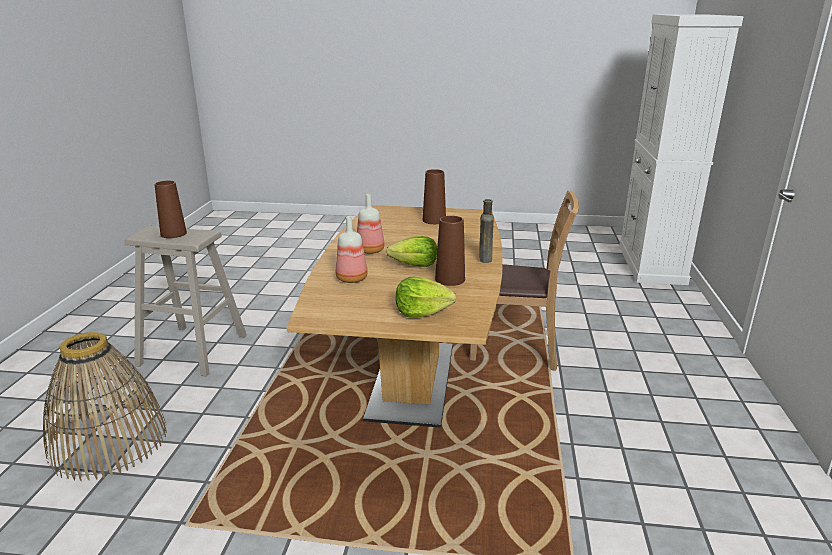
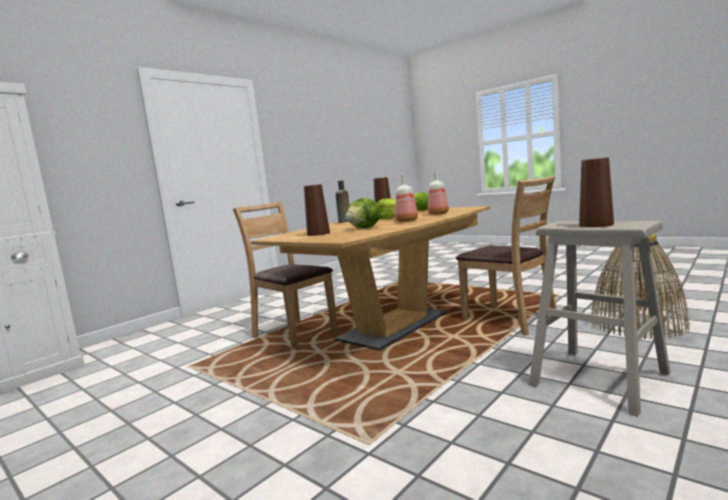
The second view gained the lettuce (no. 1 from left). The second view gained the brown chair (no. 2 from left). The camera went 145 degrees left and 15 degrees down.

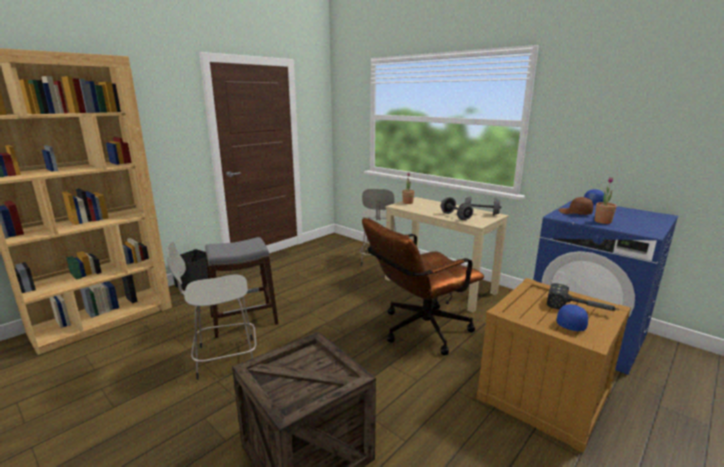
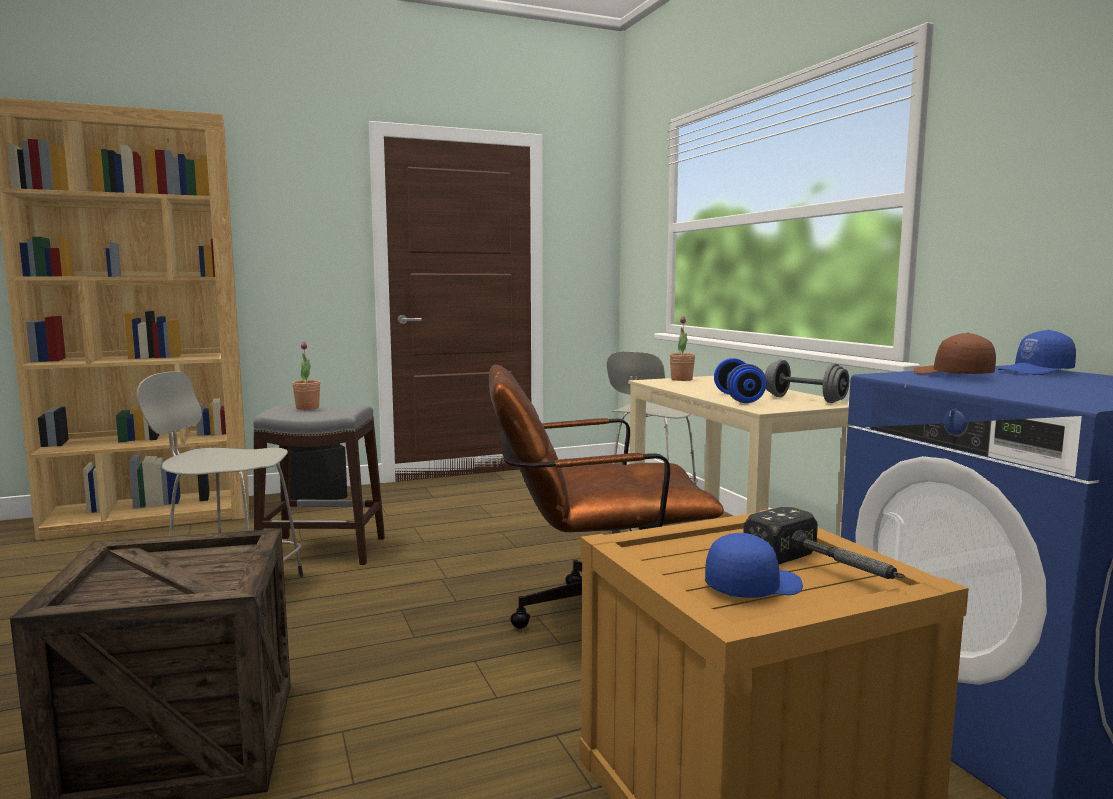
The potted plant (no. 2 from left in the first image) ended up elsewhere. What was the grey dumbbell (no. 1 from left) turned into the blue dumbbell. The camera went 25 degrees right and 10 degrees down.

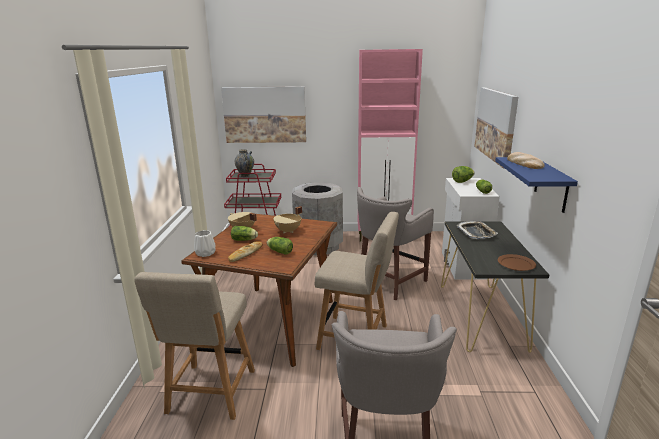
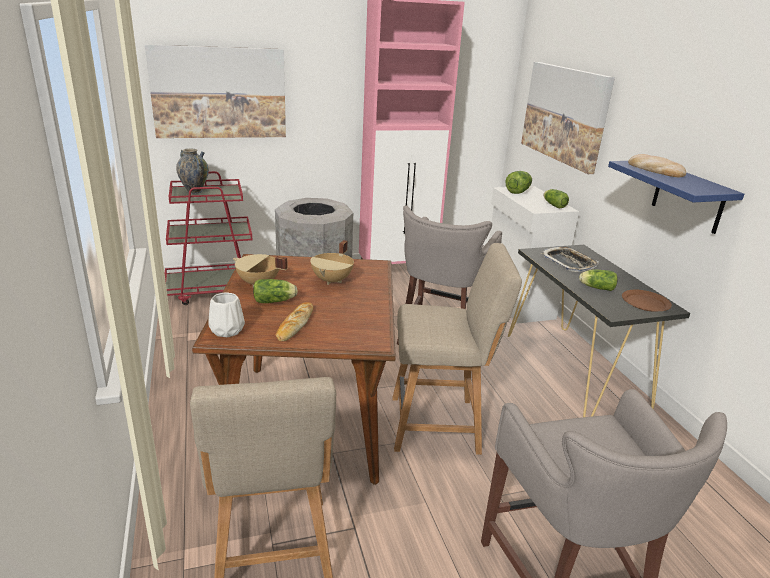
The lettuce (no. 2 from left in the first image) ended up elsewhere. The camera went 20 degrees left and 5 degrees up.

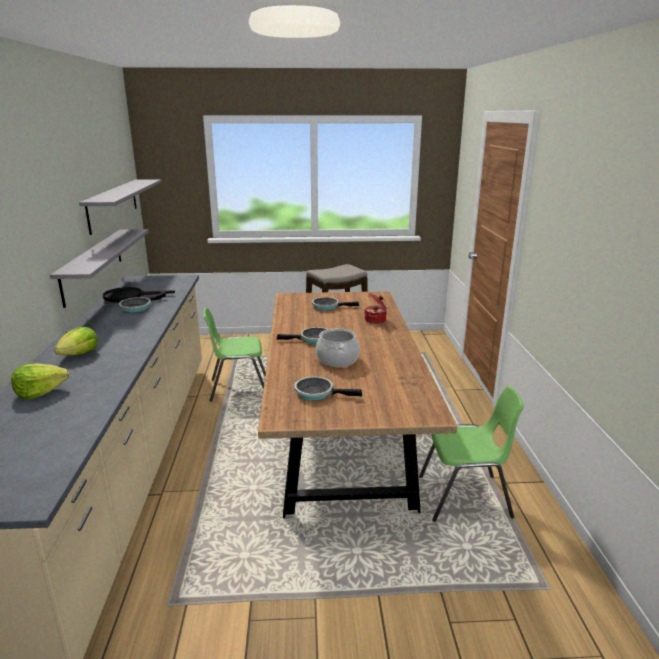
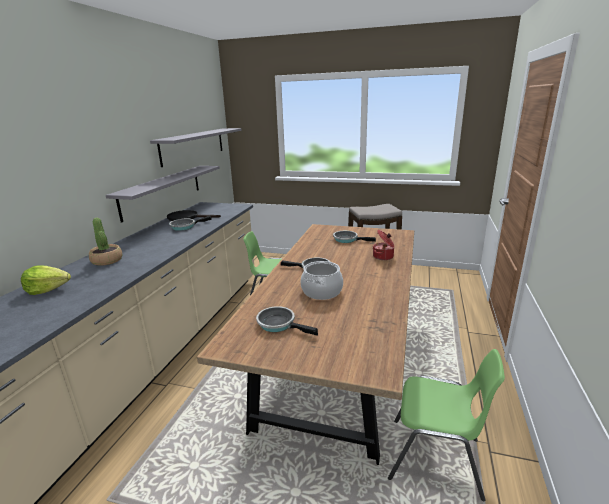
Where the lettuce (no. 2 from left) stood, the potted plant came to stand. The camera went 20 degrees right and 0 degrees up.

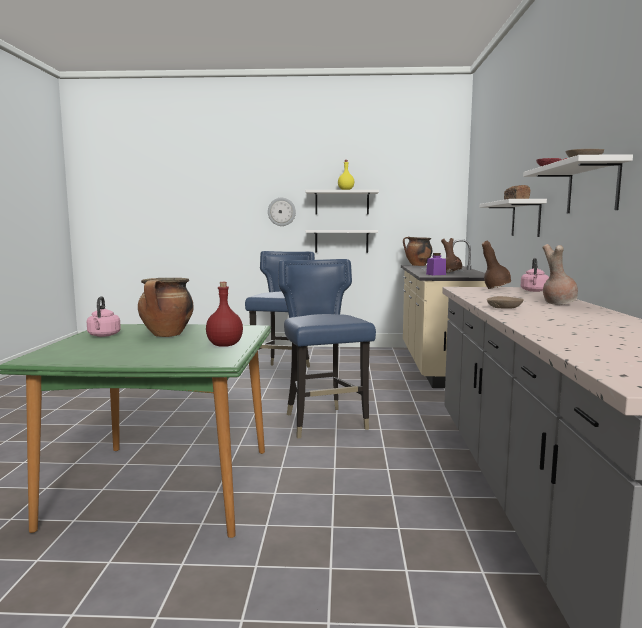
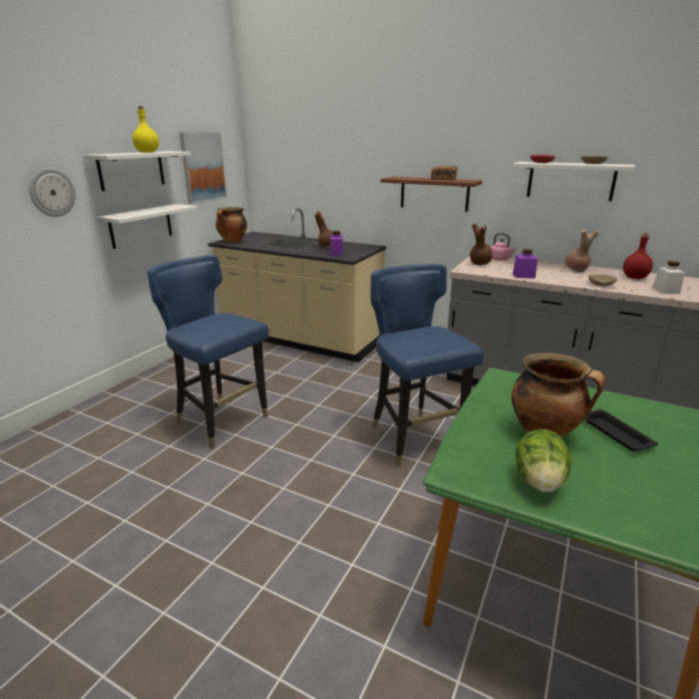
The second view gained the picture. The second view gained the purple jar (no. 2 from left). The second view gained the black tray. The second view gained the white jar. The red bottle ended up elsewhere. Where the pink kettle (no. 1 from left) stood, the lettuce came to stand. What was the white shelf (no. 3 from left) turned into the brown shelf. The blue chair (no. 2 from left) ended up facing another way, 60 degrees clockwise from before. The camera went 65 degrees left and 15 degrees up.

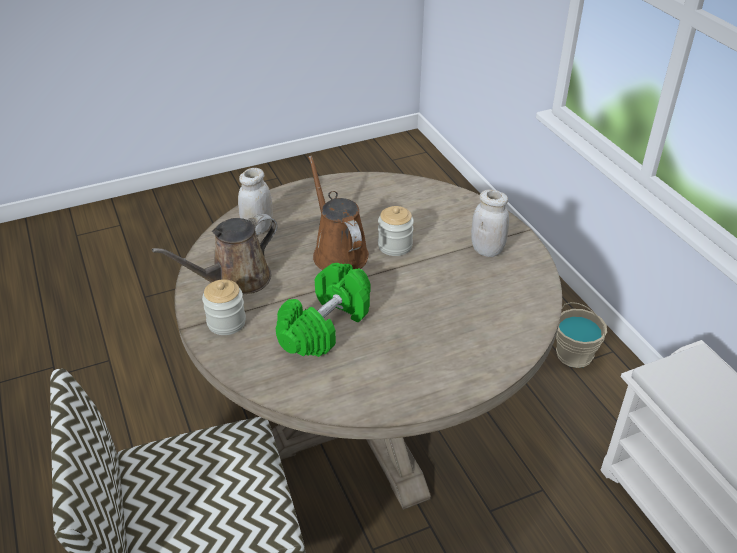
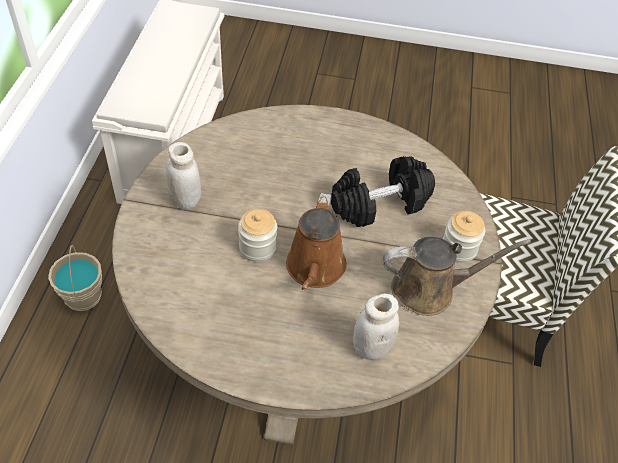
What was the green dumbbell turned into the black dumbbell. The camera went 150 degrees left and 10 degrees up.

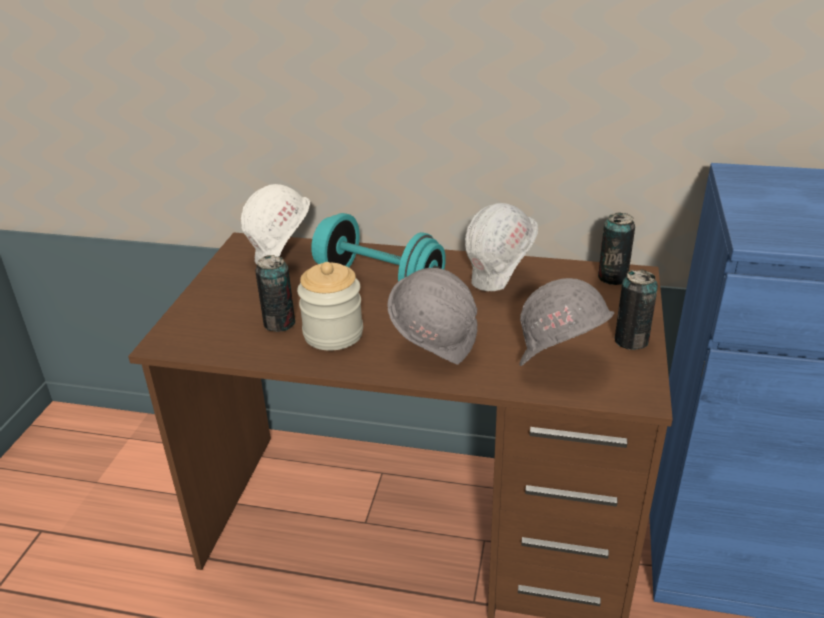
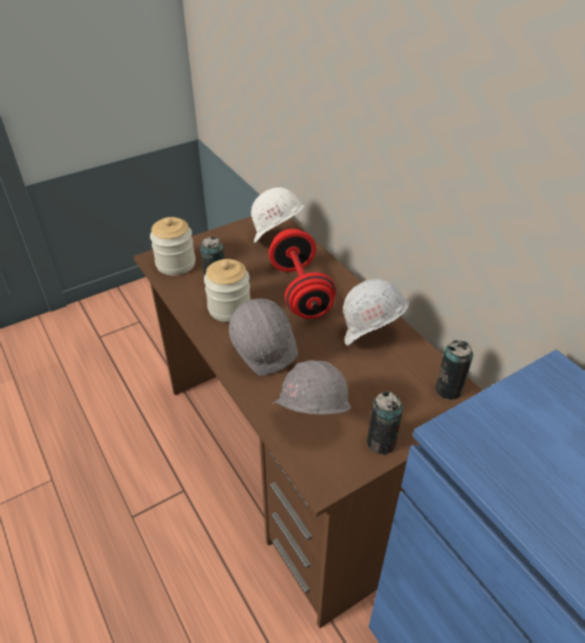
The second view gained the jar (no. 1 from left). What was the turquoise dumbbell turned into the red dumbbell. The camera went 45 degrees right and 10 degrees up.

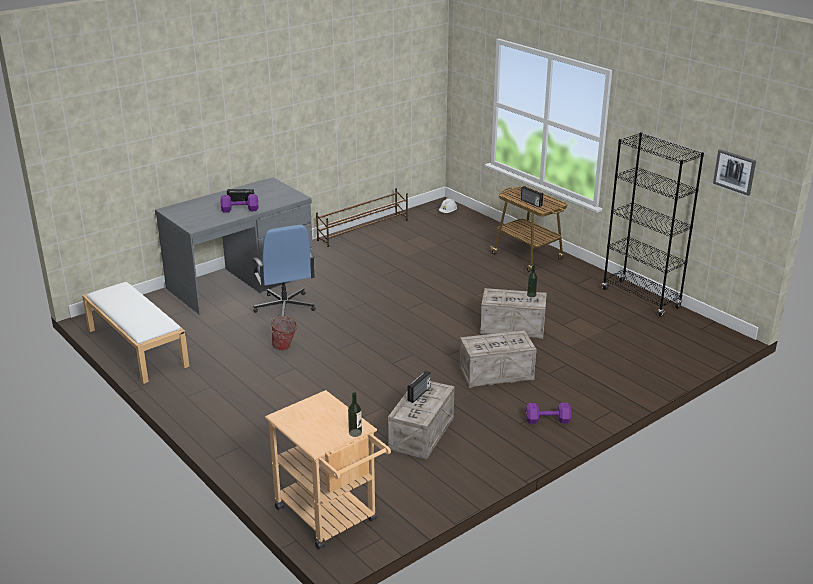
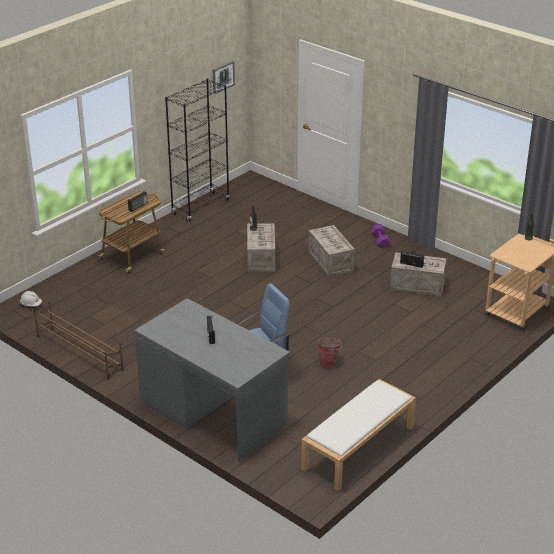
The second view lost the purple dumbbell (no. 1 from left). The camera went 100 degrees left and 5 degrees up.

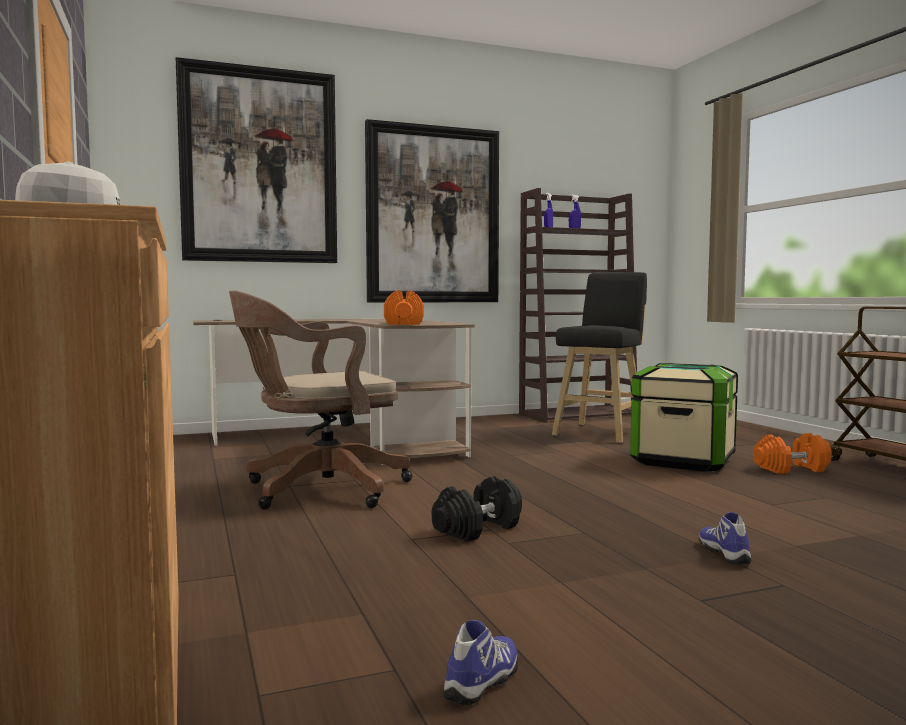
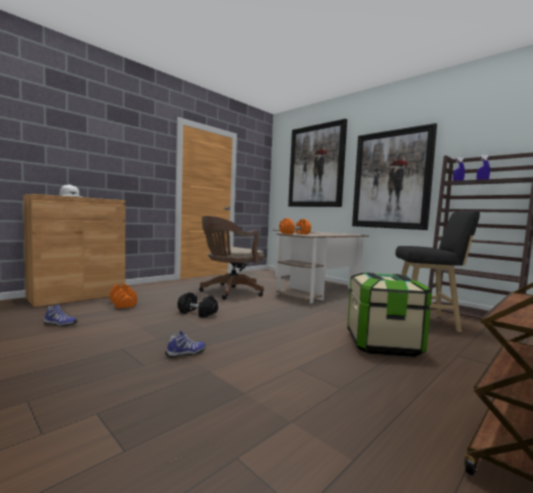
The orange dumbbell (no. 2 from left in the first image) ended up elsewhere. The brown office chair ended up facing another way, 90 degrees counterclockwise from before. The camera went 65 degrees right and 0 degrees up.

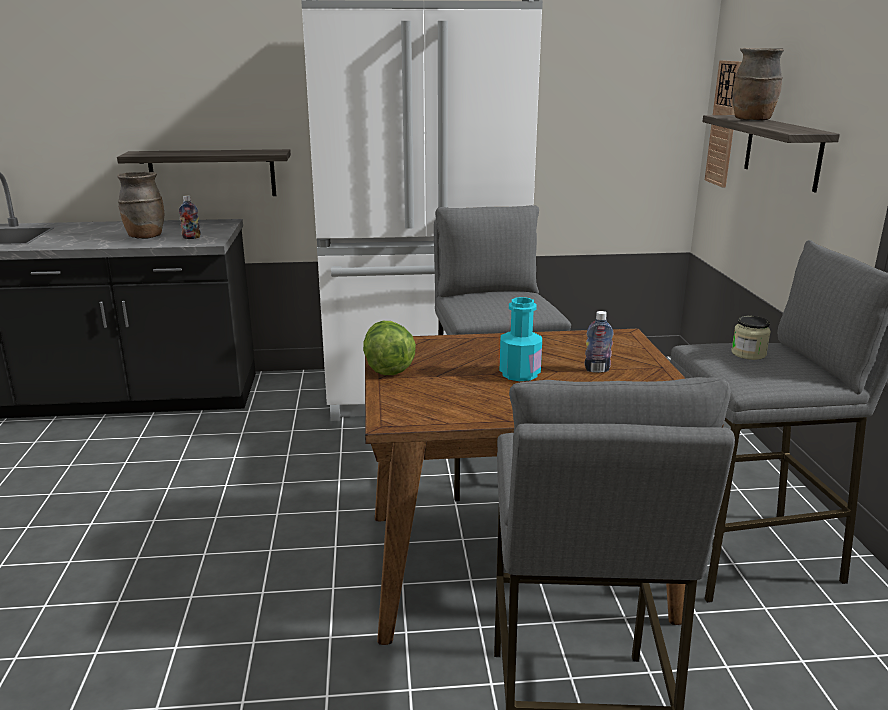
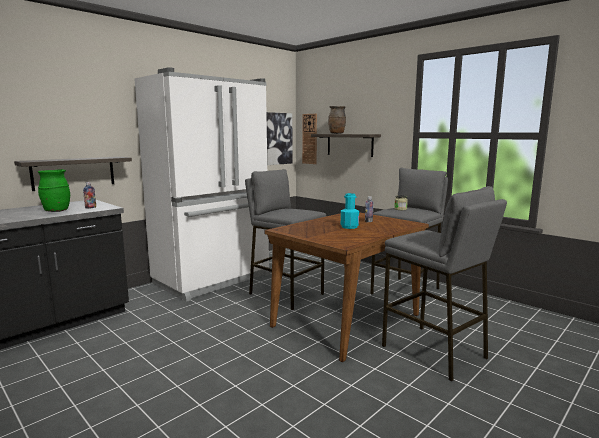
The second view lost the lettuce. The second view gained the picture. What was the brown vase (no. 1 from left) turned into the green vase. The camera went 40 degrees left and 10 degrees down.

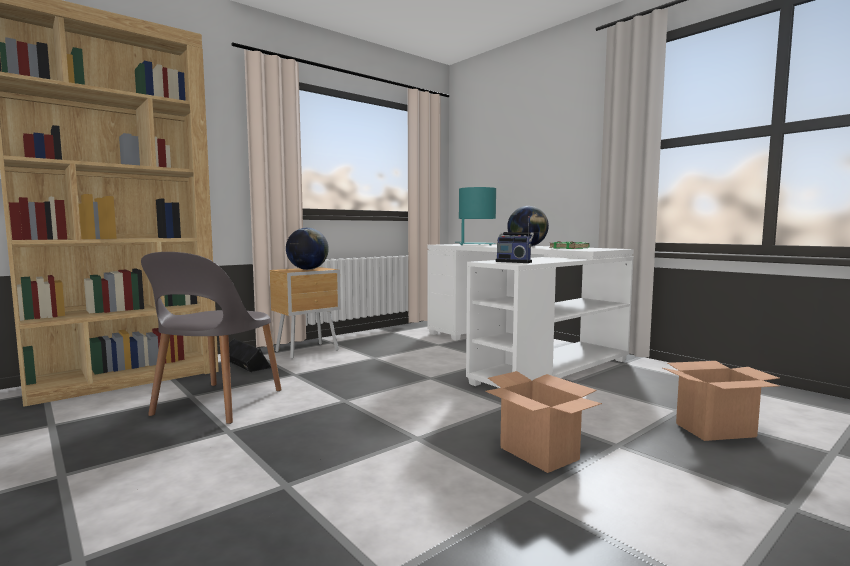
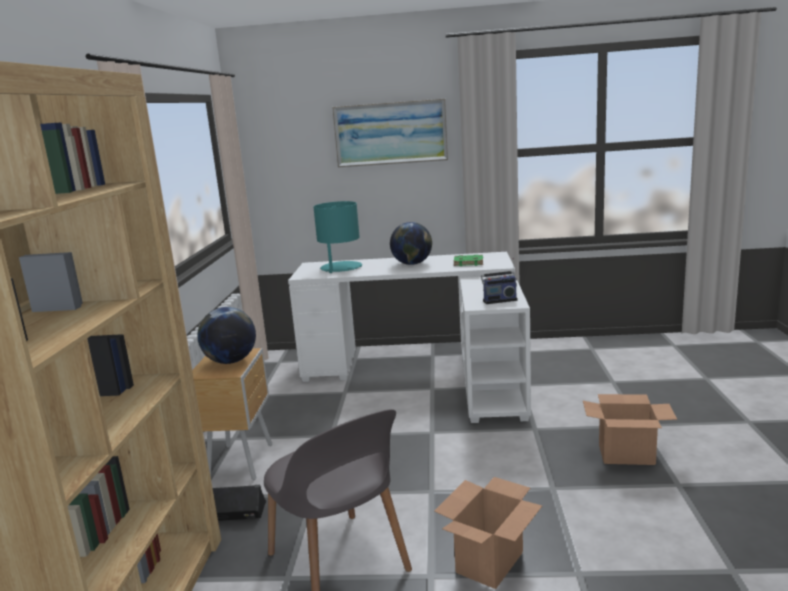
The second view gained the picture. The cardboard box (no. 2 from left in the first image) ended up elsewhere. The camera went 45 degrees left and 10 degrees up.

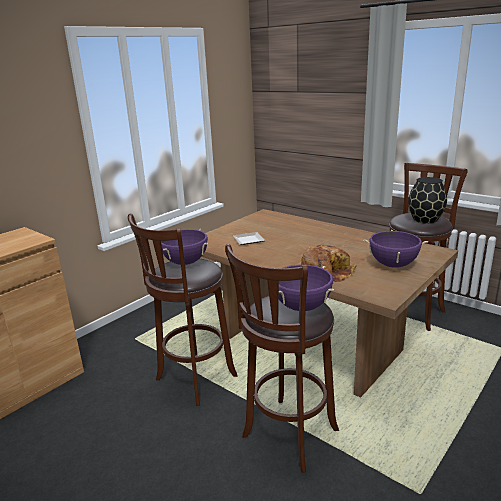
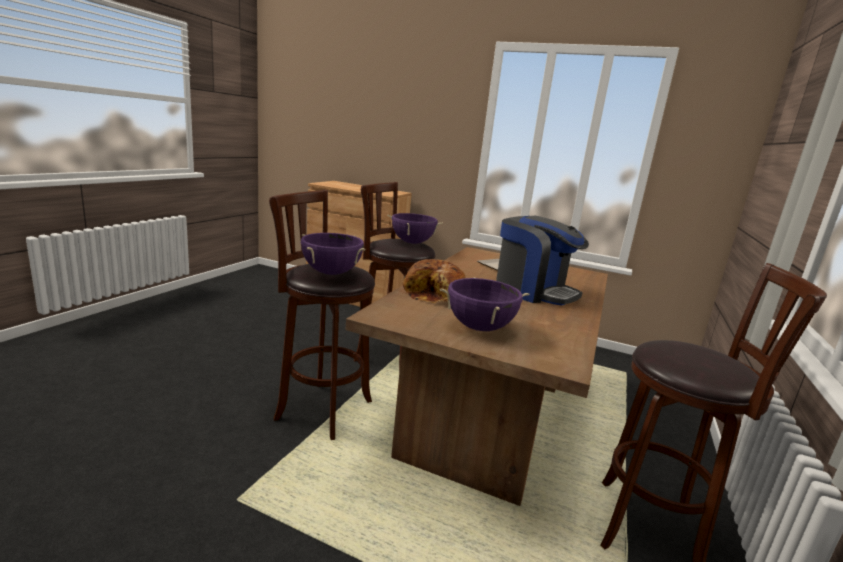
The second view lost the black vase. The second view gained the coffee machine. The camera went 70 degrees right and 5 degrees down.

